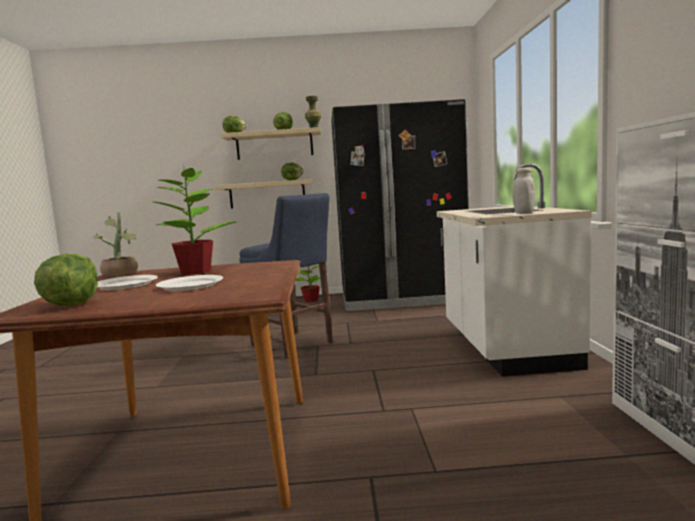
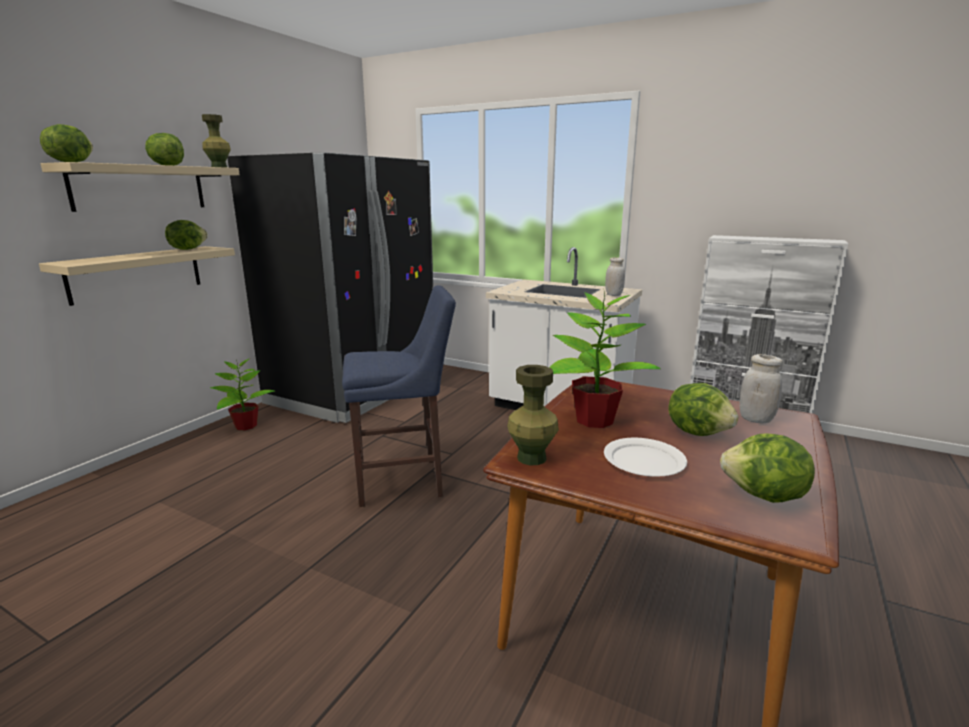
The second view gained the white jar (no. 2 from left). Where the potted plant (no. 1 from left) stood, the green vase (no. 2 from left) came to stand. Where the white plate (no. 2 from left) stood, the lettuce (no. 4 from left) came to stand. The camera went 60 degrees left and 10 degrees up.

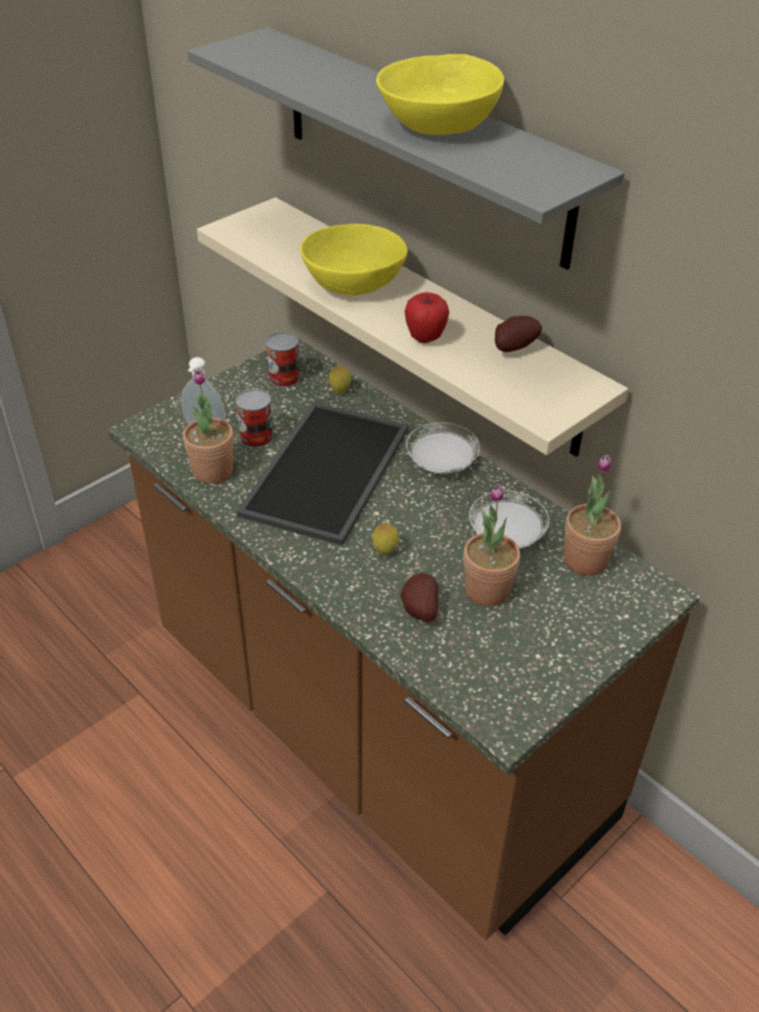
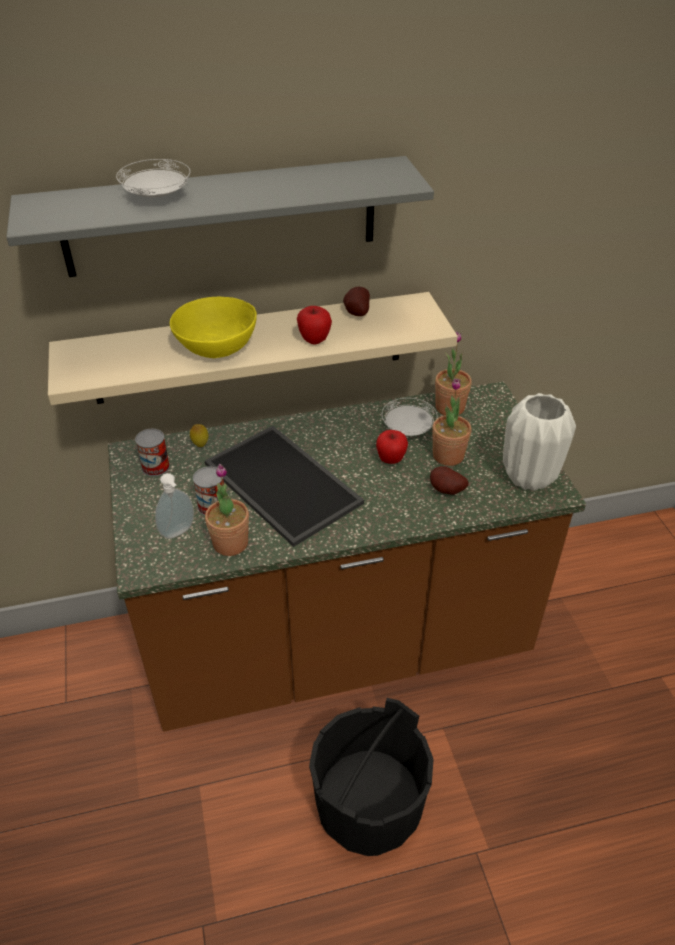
The second view lost the lemon (no. 2 from left). The second view lost the yellow bowl (no. 2 from left). The second view gained the black bucket. The second view gained the apple (no. 2 from left). The second view gained the white vase. The white plate (no. 1 from left) ended up elsewhere. The camera went 60 degrees left and 0 degrees up.

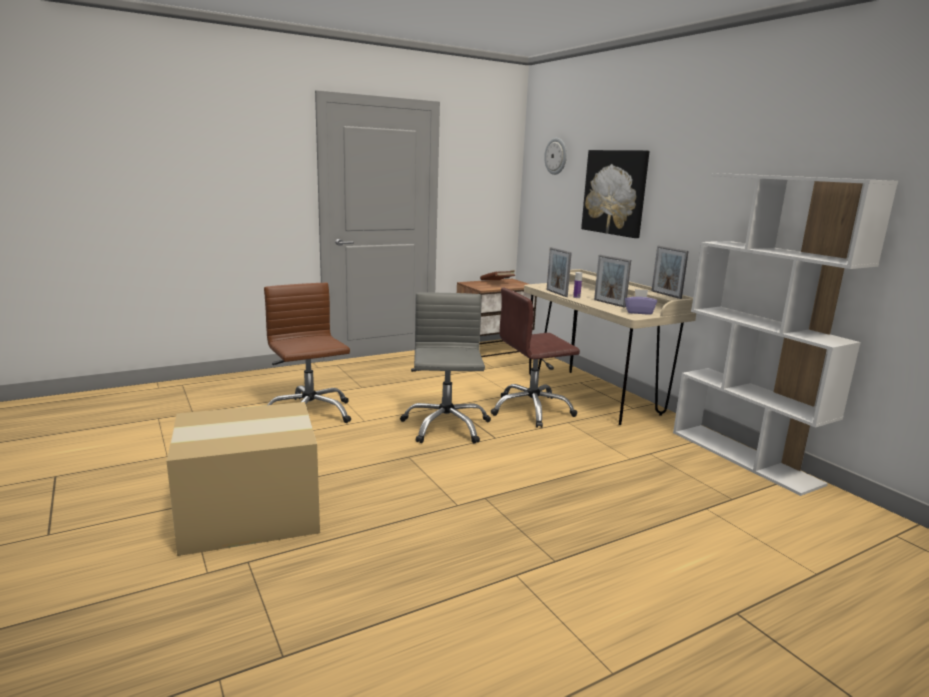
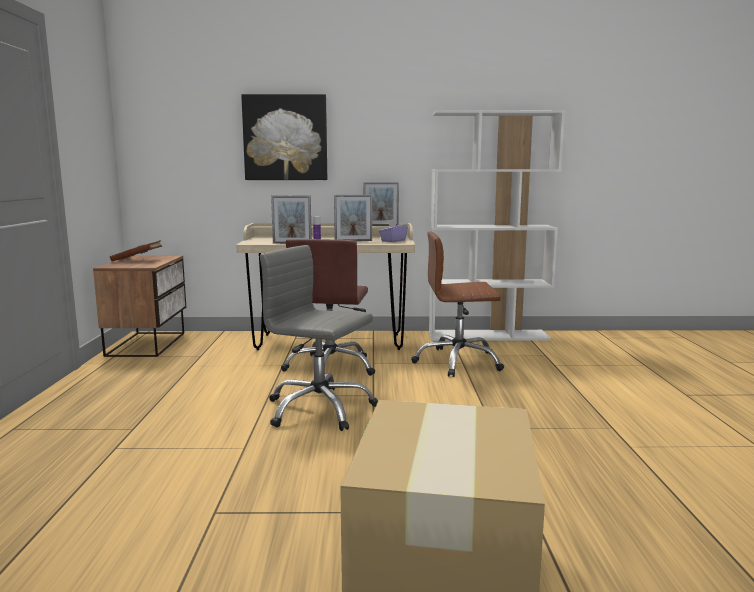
The second view lost the wall clock. The brown office chair (no. 1 from left in the first image) ended up elsewhere. The camera went 60 degrees left and 5 degrees down.

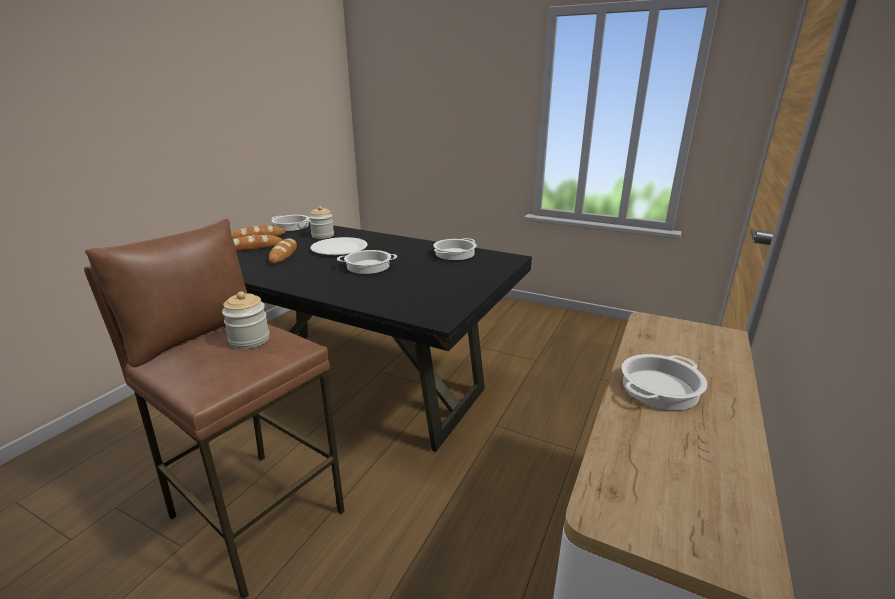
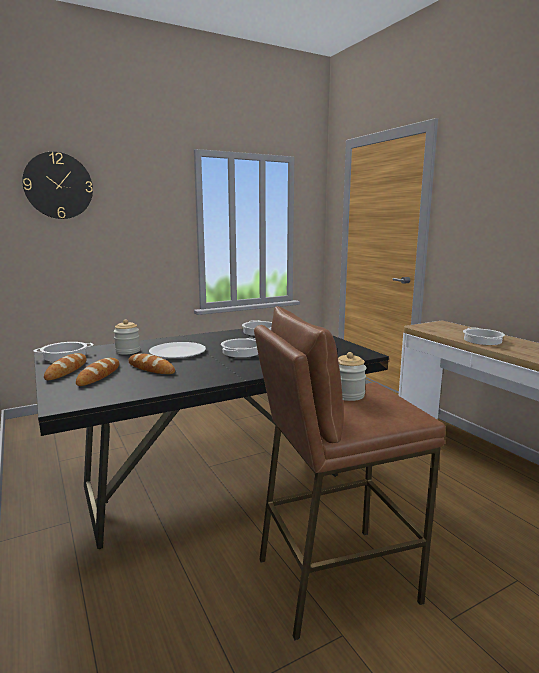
The second view gained the wall clock. The camera went 55 degrees left and 10 degrees down.

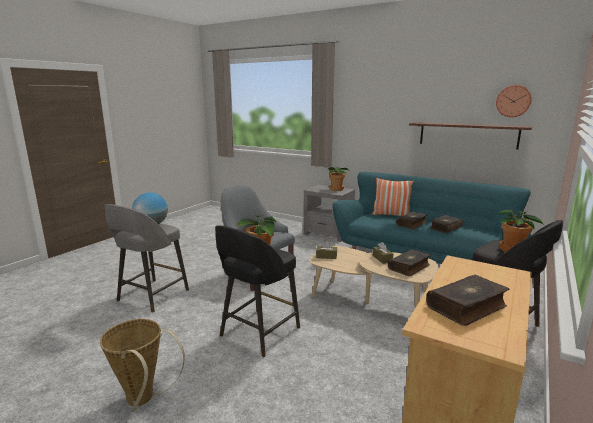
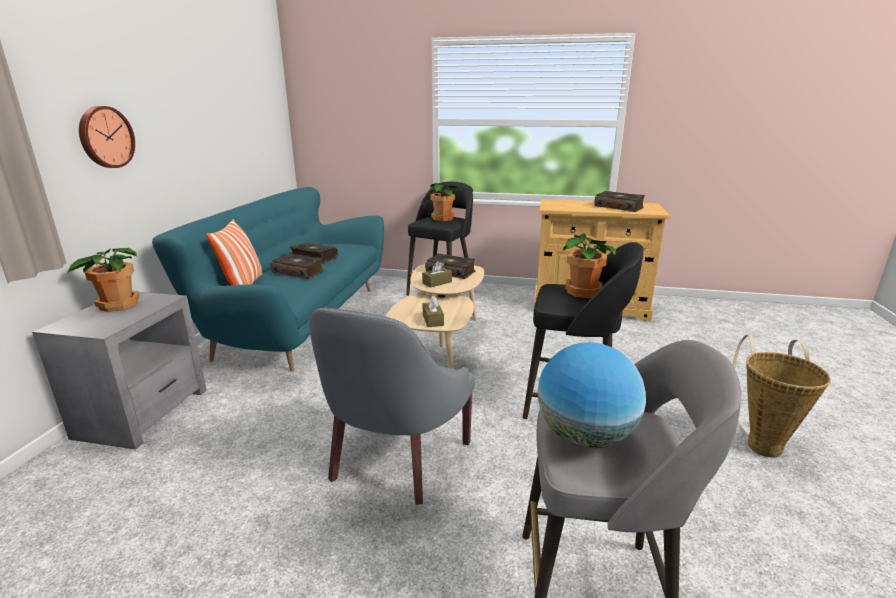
The second view lost the brown shelf. The wall clock ended up elsewhere. The camera went 110 degrees left and 5 degrees up.

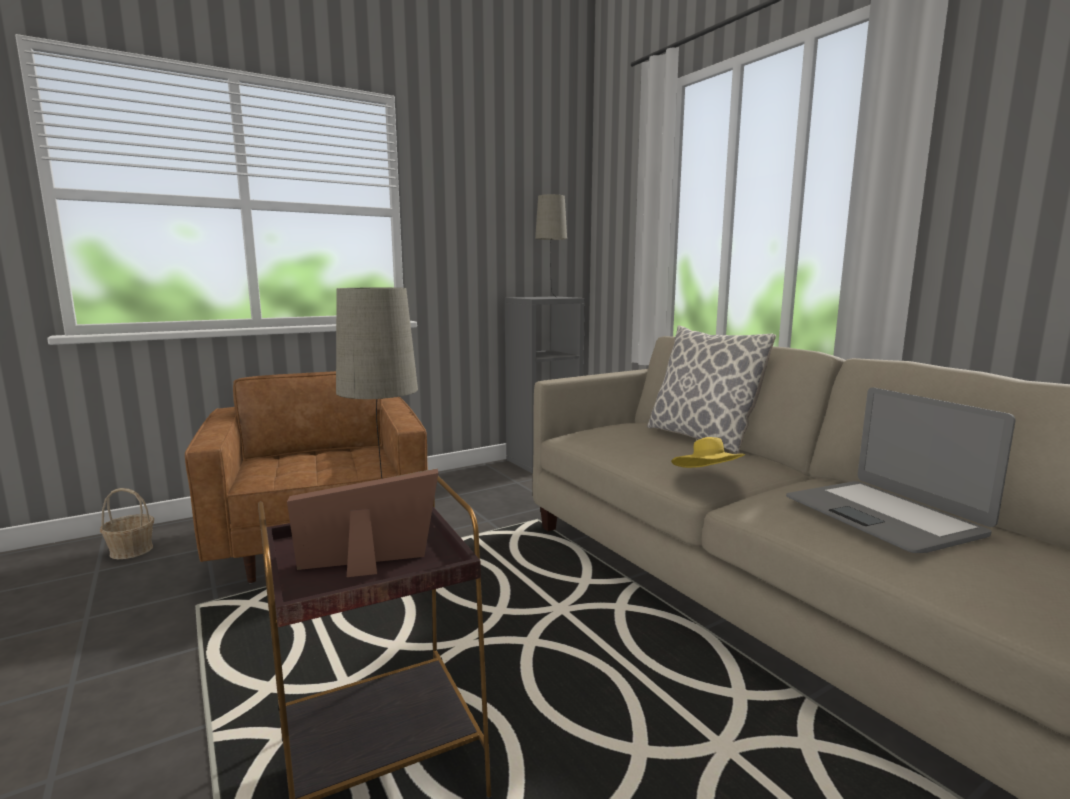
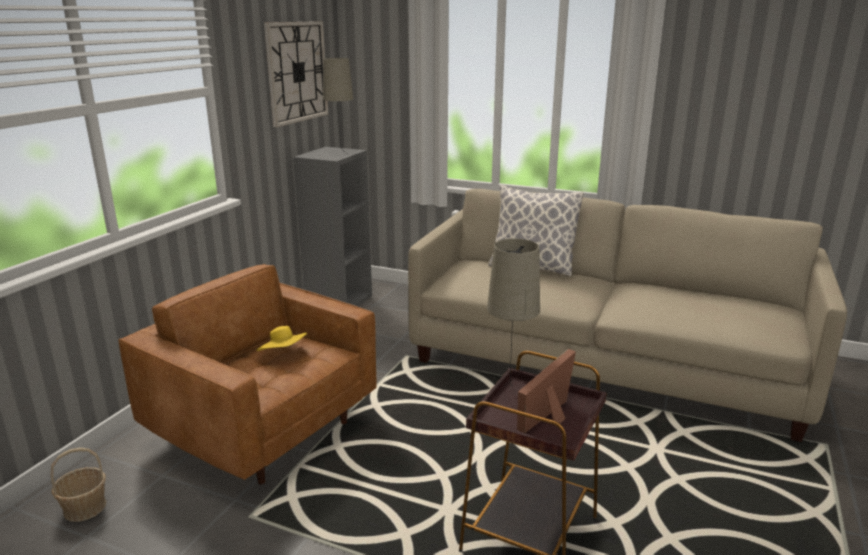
The second view lost the laptop. The second view gained the wall clock. The yellow hat ended up elsewhere. The camera went 35 degrees left and 10 degrees up.

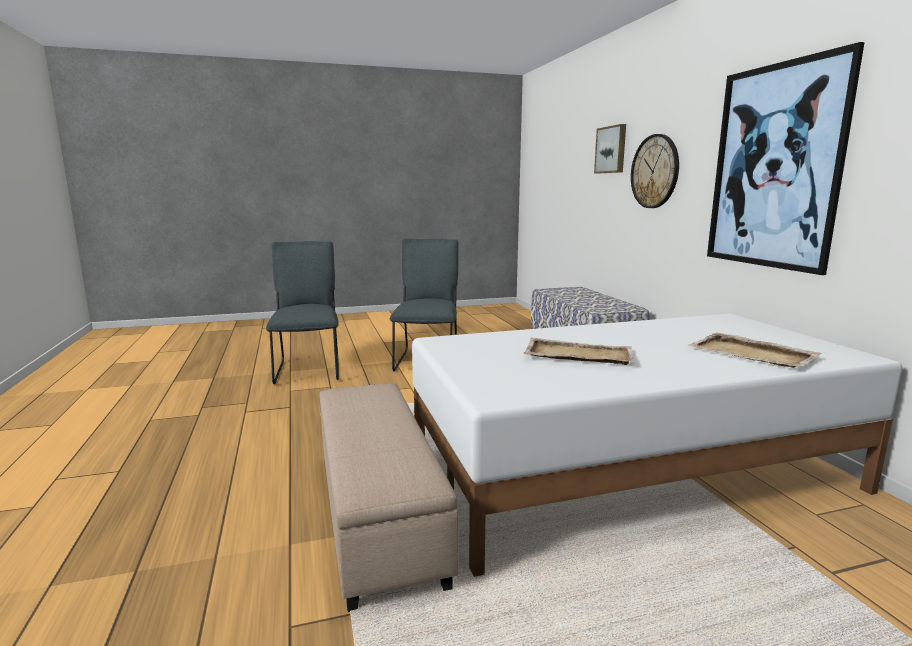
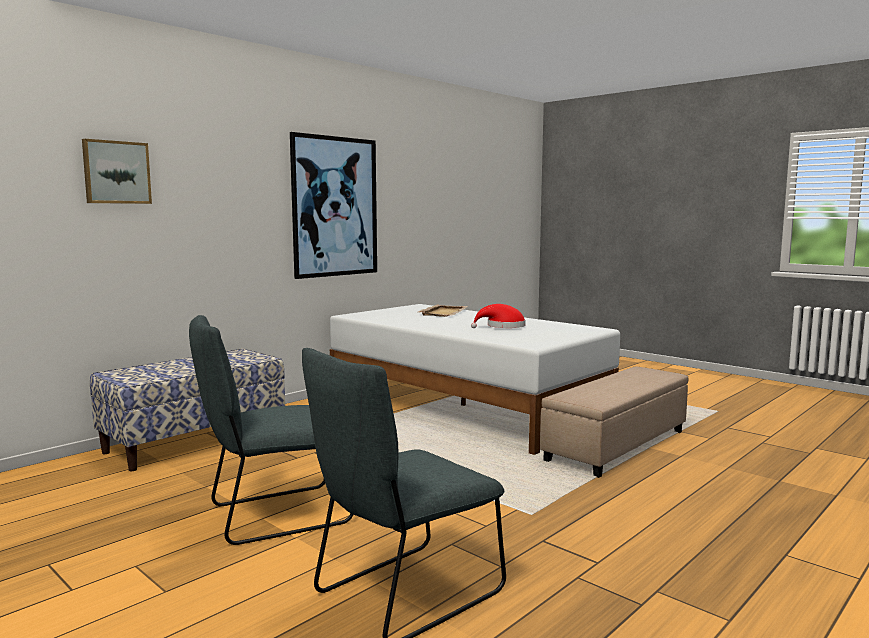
The second view lost the wall clock. Where the beige tray (no. 1 from left) stood, the red hat came to stand. The camera went 120 degrees left and 5 degrees down.

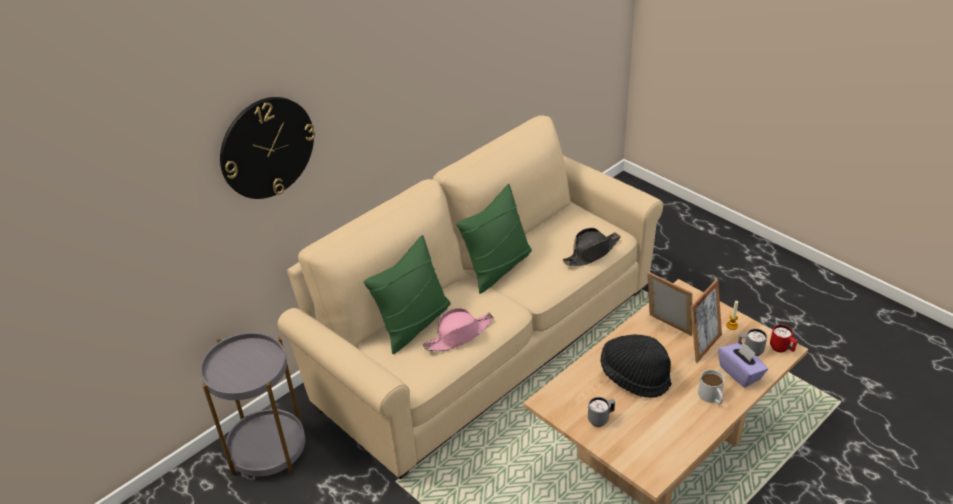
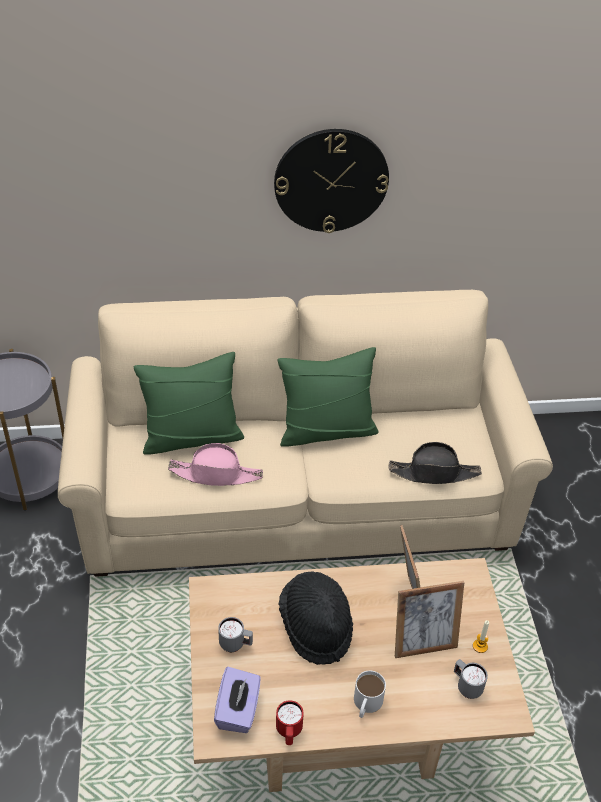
The wall clock ended up elsewhere. The purple tissue box ended up elsewhere. The red mug ended up elsewhere. The camera went 35 degrees right and 5 degrees up.

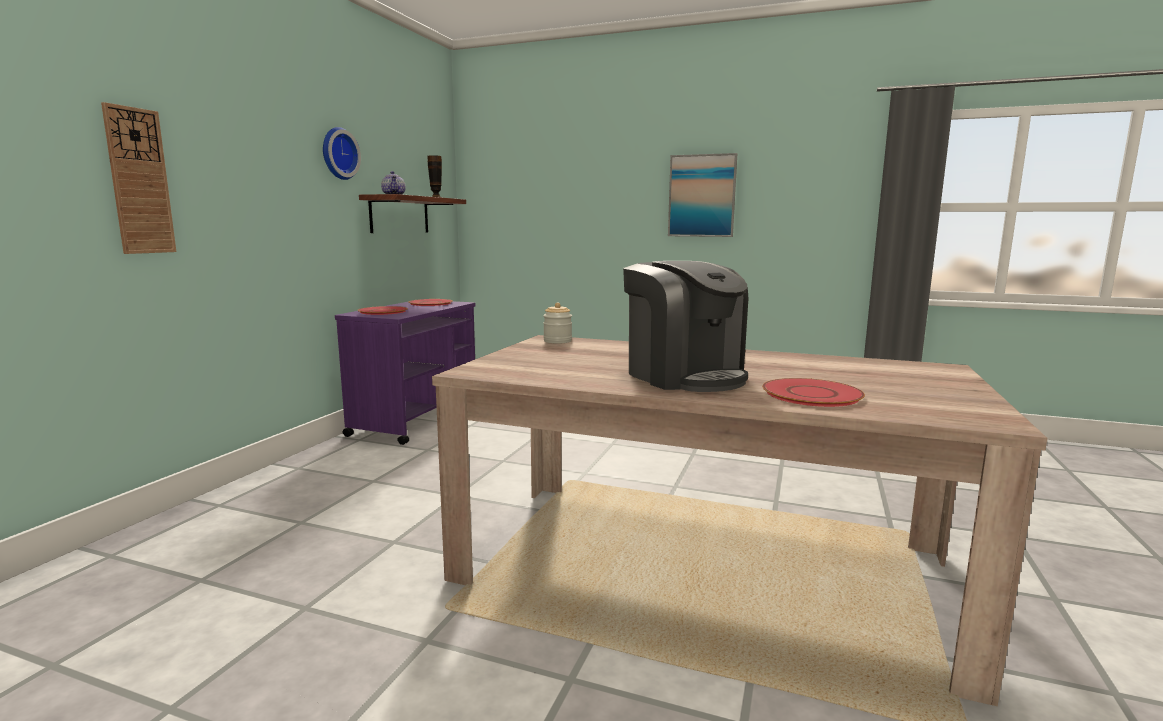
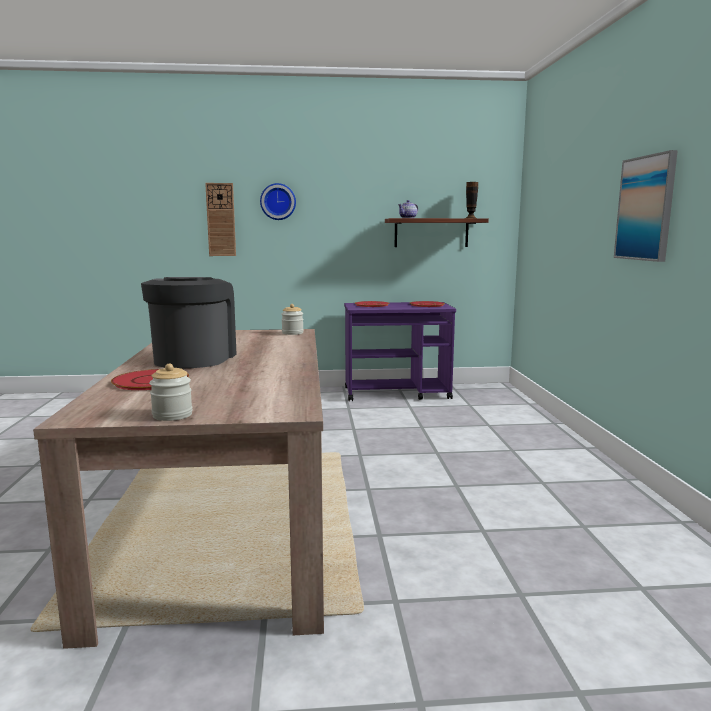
The second view gained the jar (no. 1 from left). The wall clock (no. 2 from left) ended up elsewhere. The coffee machine ended up facing another way, 150 degrees clockwise from before. The camera went 65 degrees right and 0 degrees up.

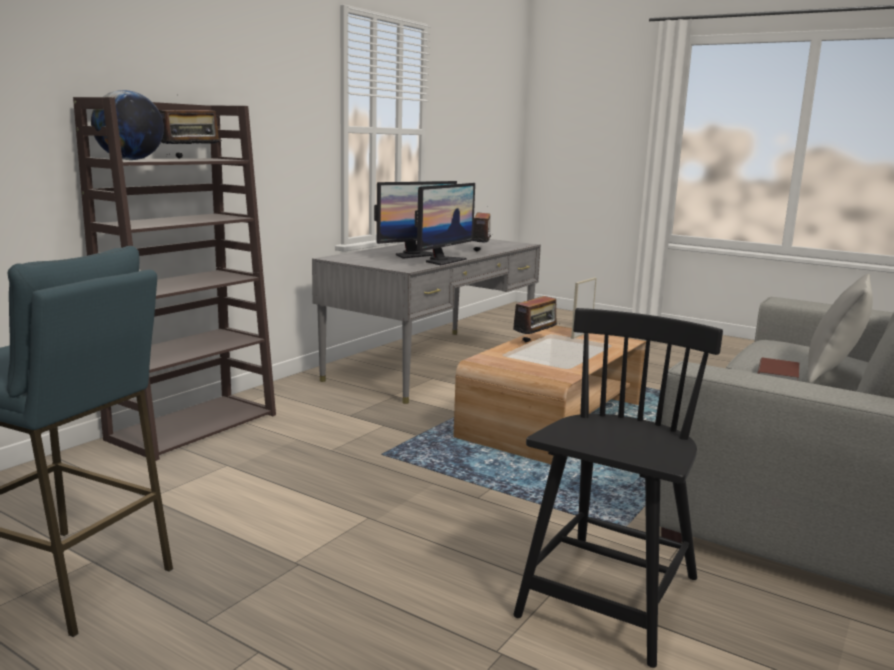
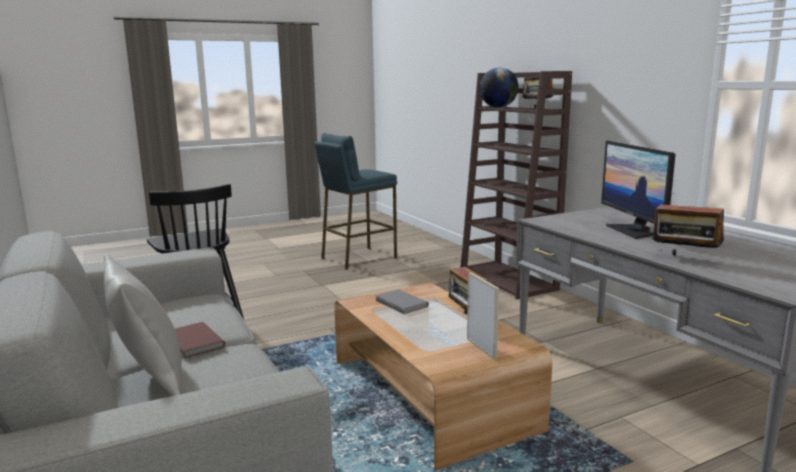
The second view lost the monitor (no. 2 from left). The second view gained the grey book. The camera went 120 degrees right and 0 degrees up.

